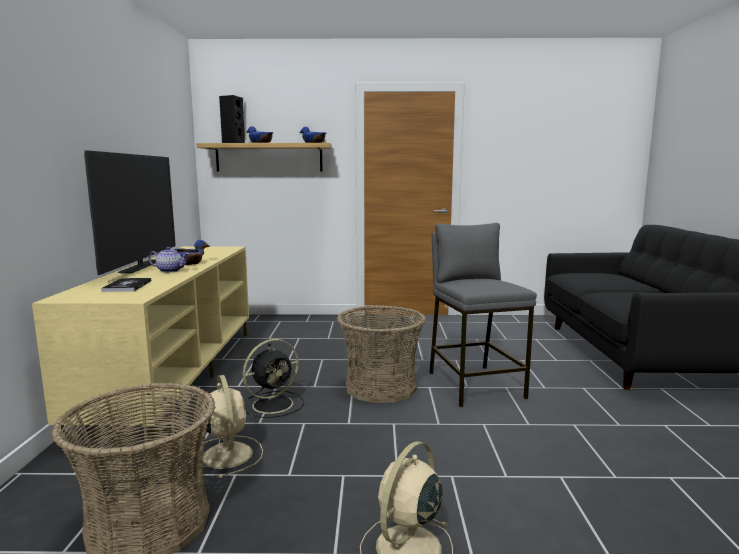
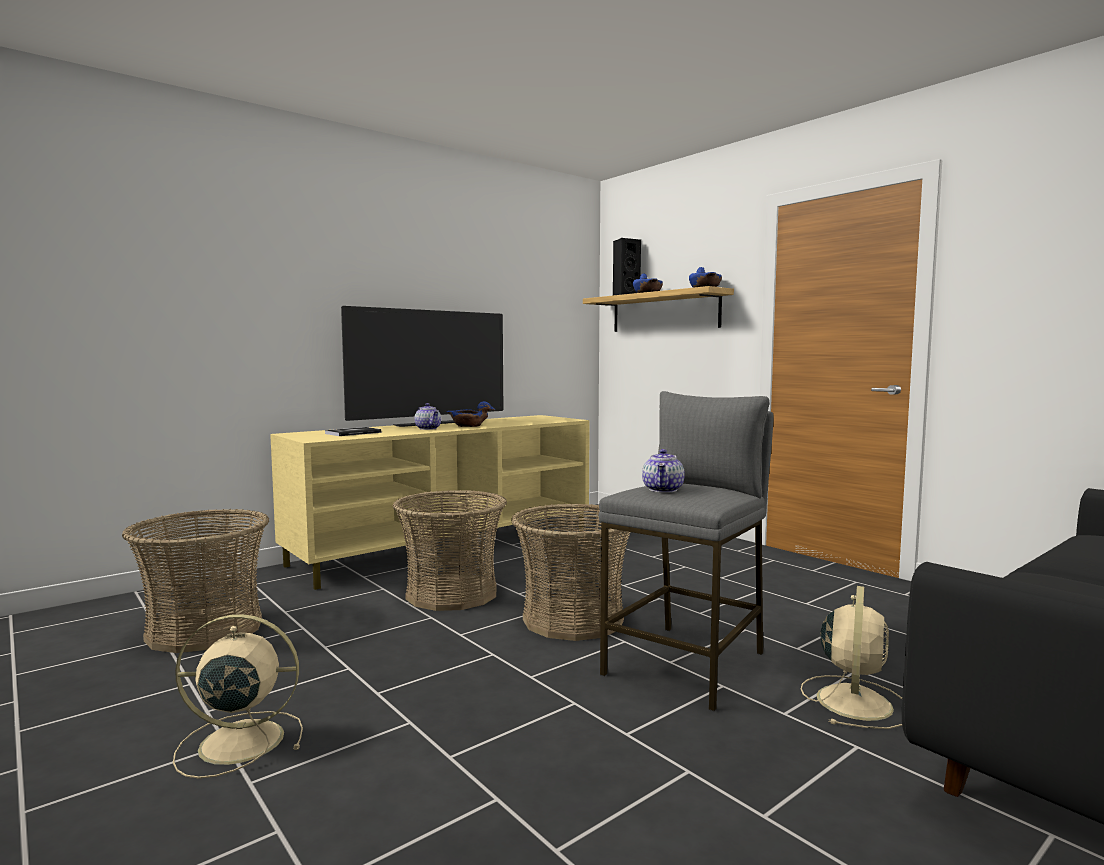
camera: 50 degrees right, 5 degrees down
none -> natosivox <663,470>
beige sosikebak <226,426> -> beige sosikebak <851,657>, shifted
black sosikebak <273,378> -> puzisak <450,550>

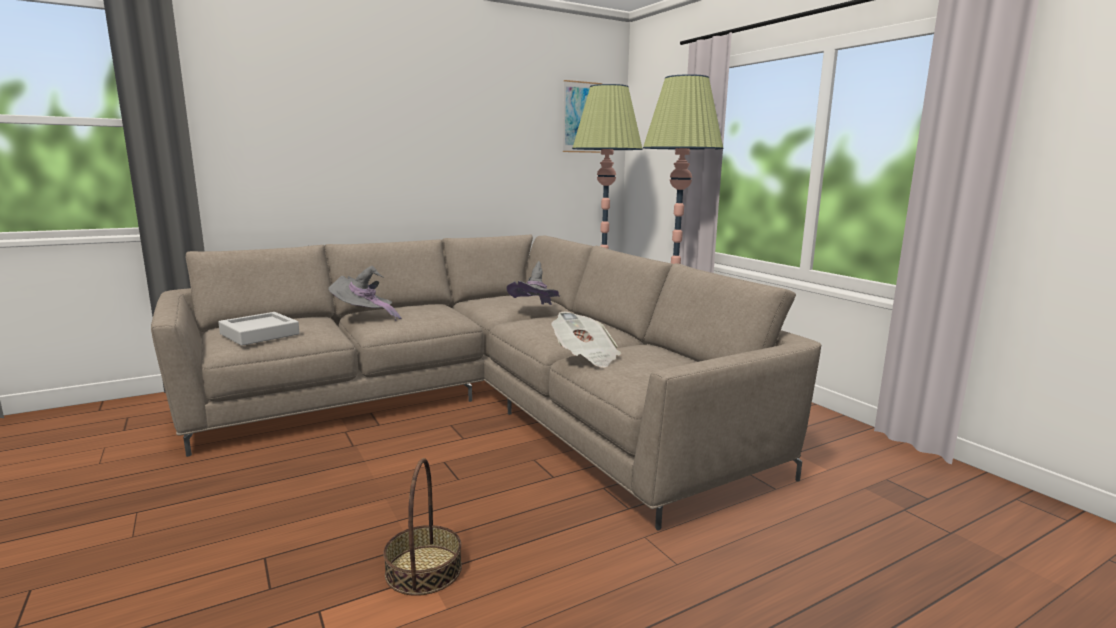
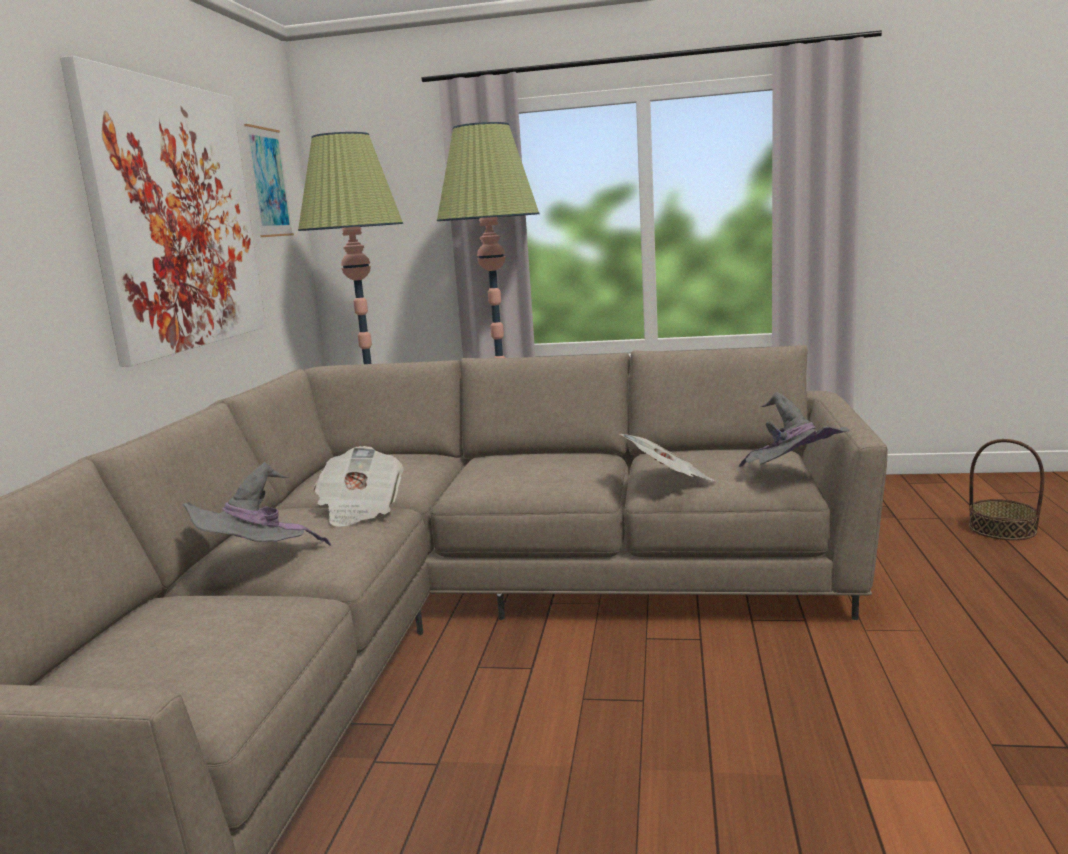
camera: 50 degrees left, 0 degrees up
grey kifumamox <258,329> -> none
none -> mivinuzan <163,211>
none -> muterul <359,486>
puzisak <422,527> -> puzisak <1007,489>, shifted
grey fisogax <533,283> -> grey fisogax <794,429>, shifted

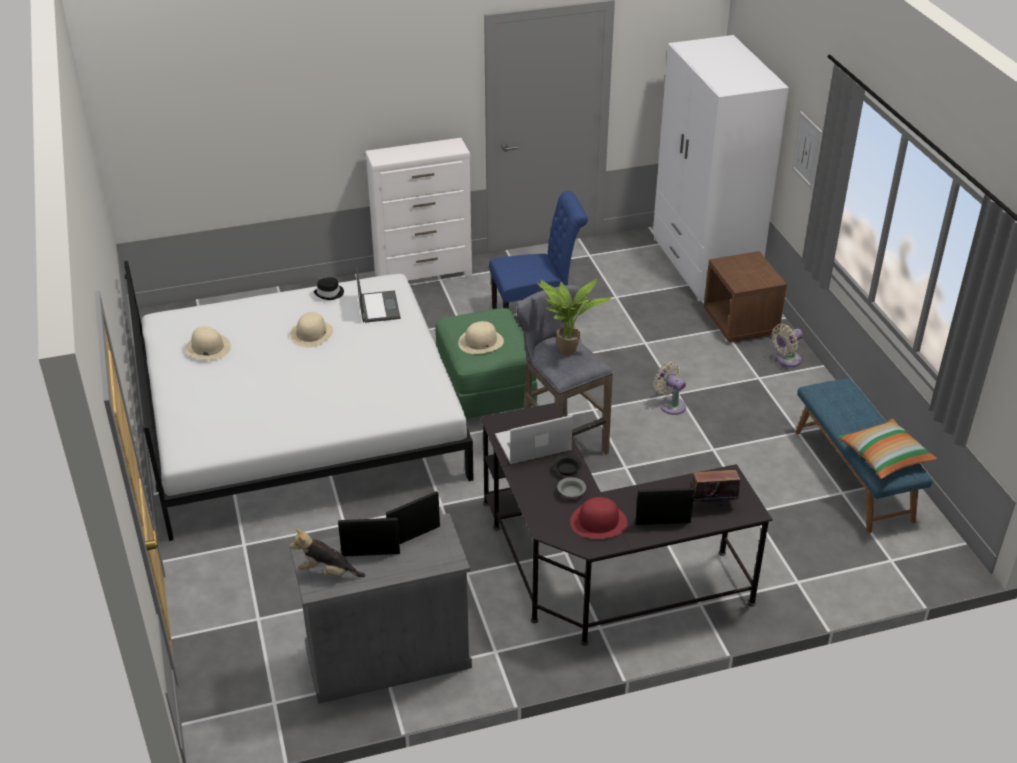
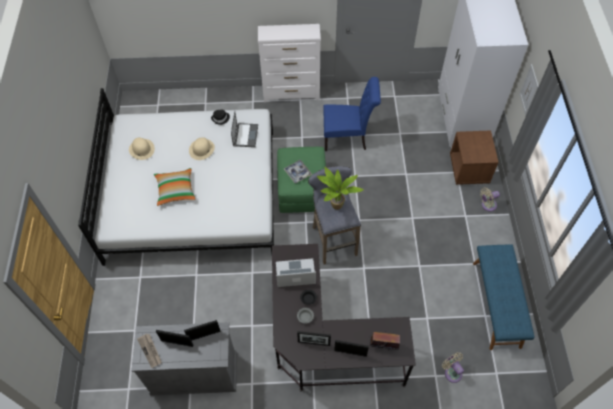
camera: 15 degrees right, 20 degrees up
beige sosikebak <669,388> -> beige sosikebak <453,367>, shifted
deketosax <887,448> -> deketosax <174,187>, shifted
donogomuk <327,552> -> muterul <149,351>
beige fisogax <481,337> -> kifumamox <298,171>
red fisogax <598,518> -> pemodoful <314,338>

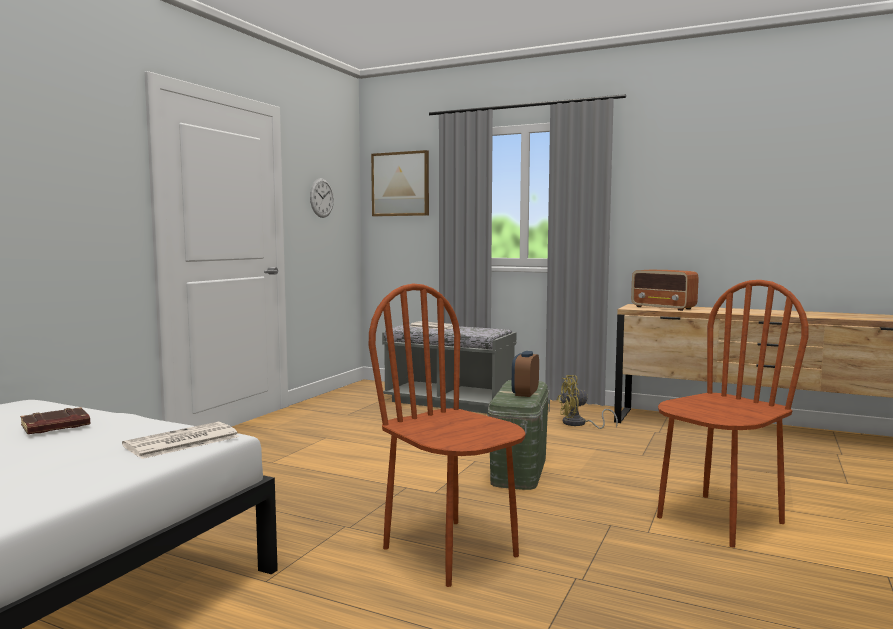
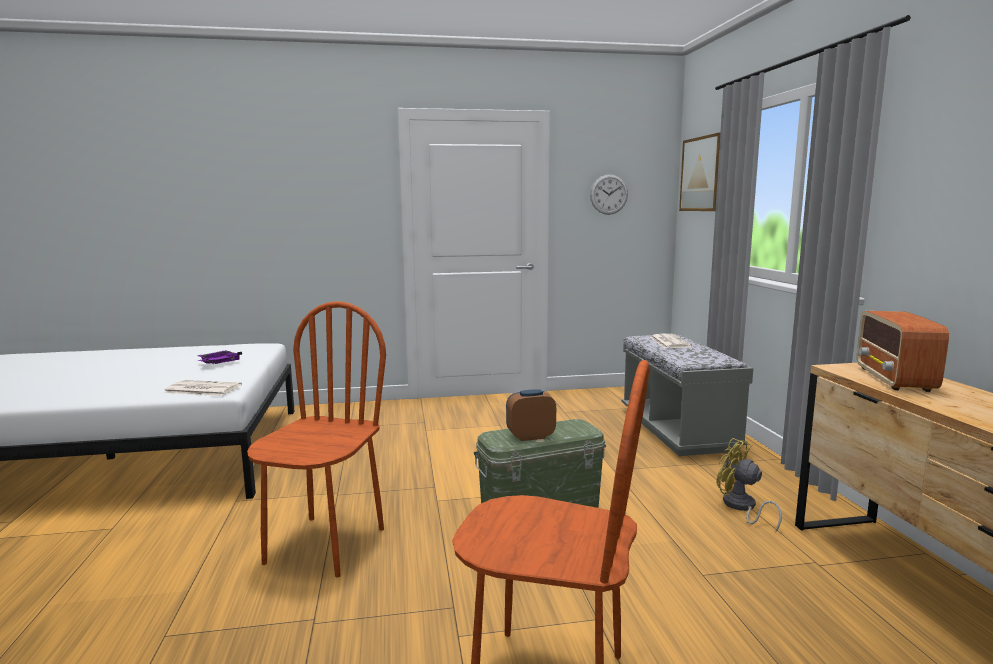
camera: 55 degrees right, 5 degrees up
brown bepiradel <55,420> -> purple kifumamox <219,357>

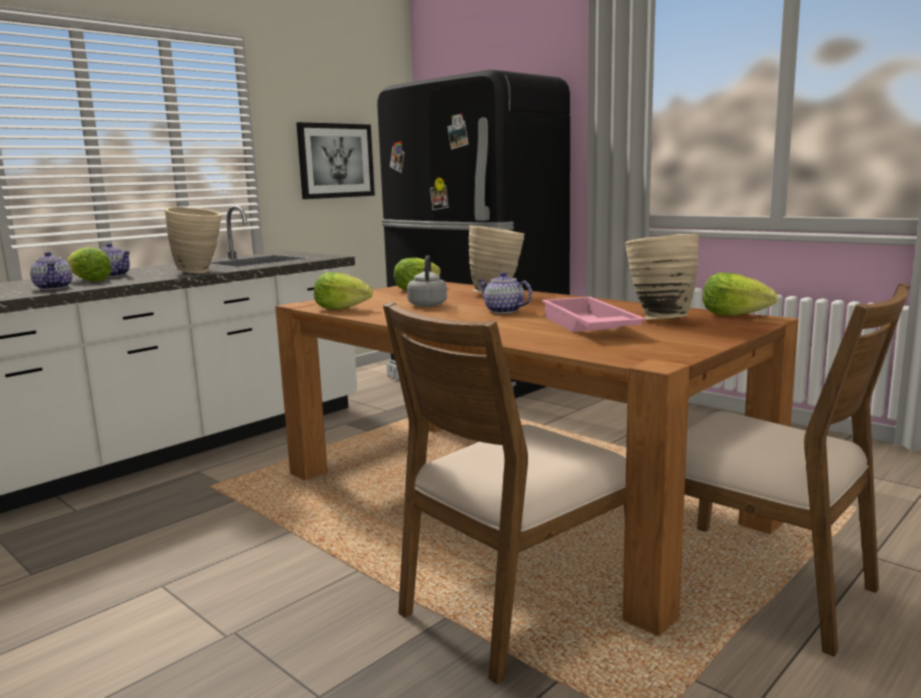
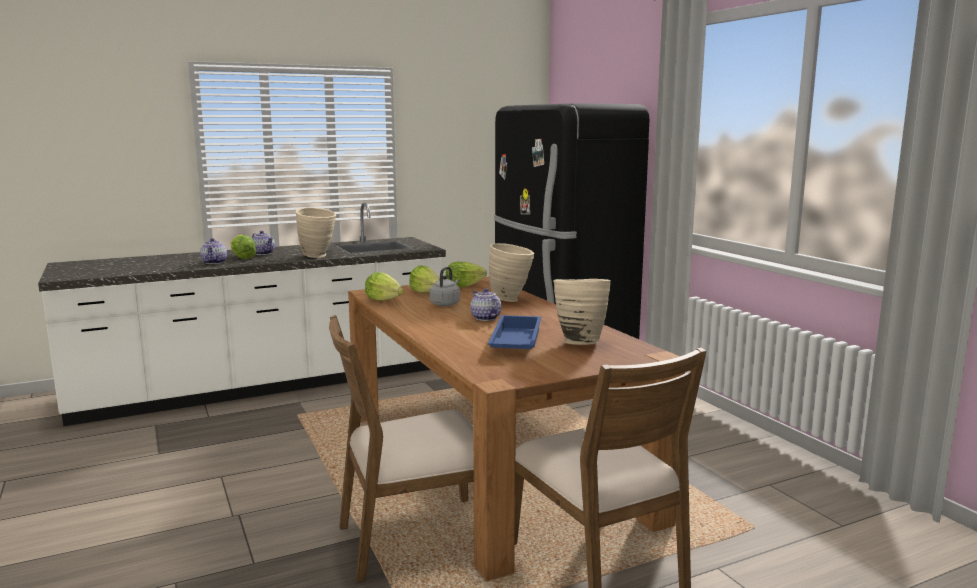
camera: 20 degrees right, 0 degrees up
mivinuzan <335,160> -> none
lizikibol <740,294> -> lizikibol <424,279>, shifted
pink kifumamox <594,314> -> blue kifumamox <514,332>

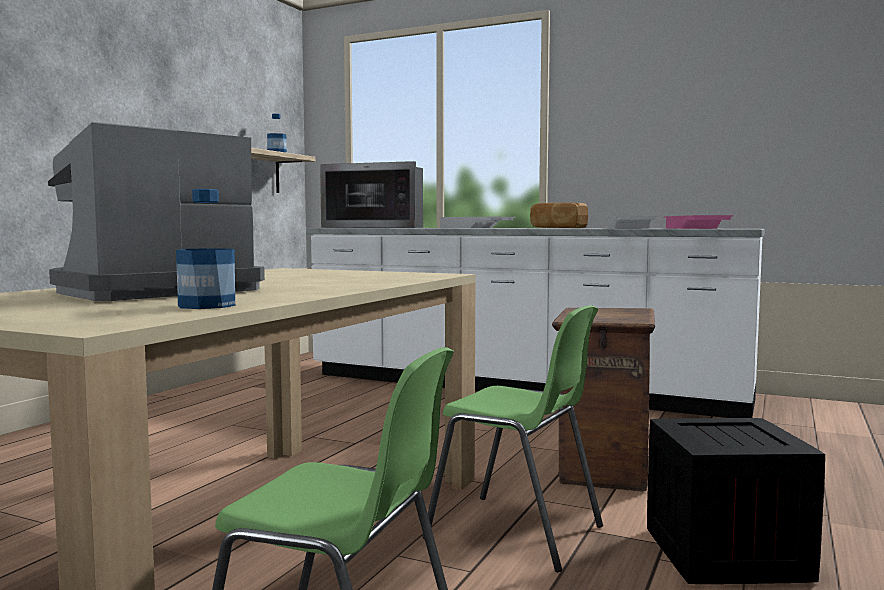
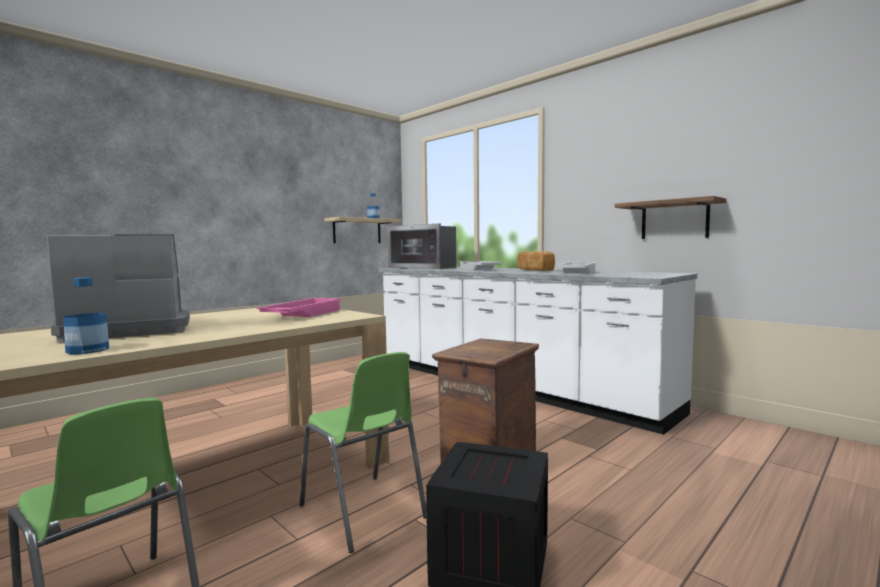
camera: 20 degrees right, 0 degrees up
none -> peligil <670,217>
pink kifumamox <699,222> -> pink kifumamox <299,307>, shifted

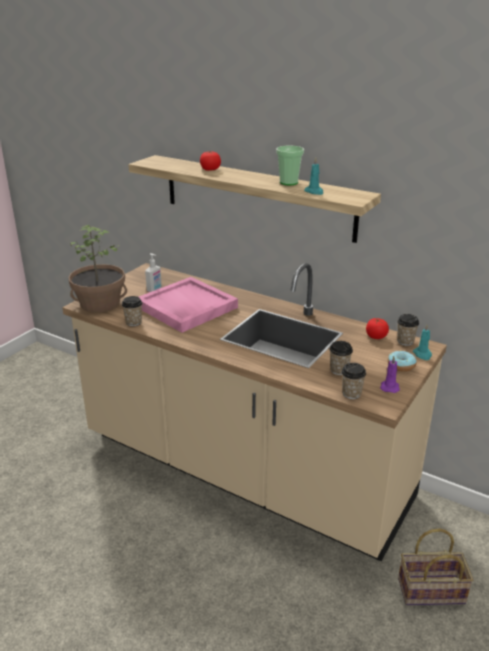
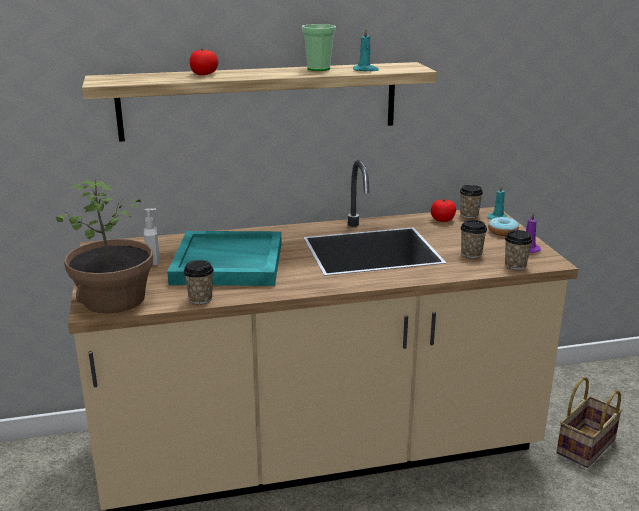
camera: 45 degrees left, 5 degrees down
pink kifumamox <188,305> -> turquoise kifumamox <224,258>

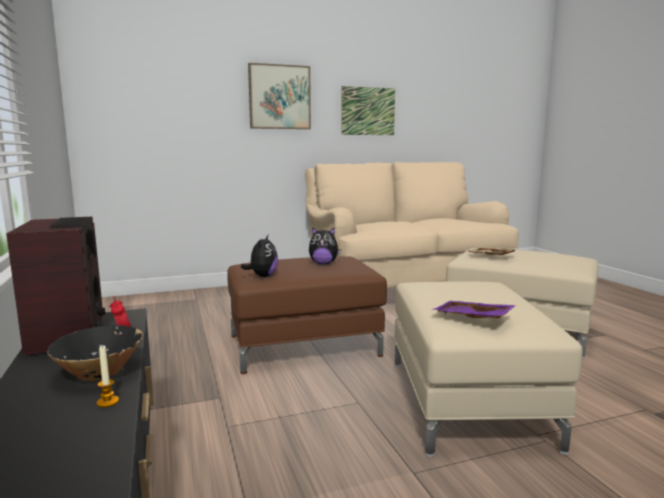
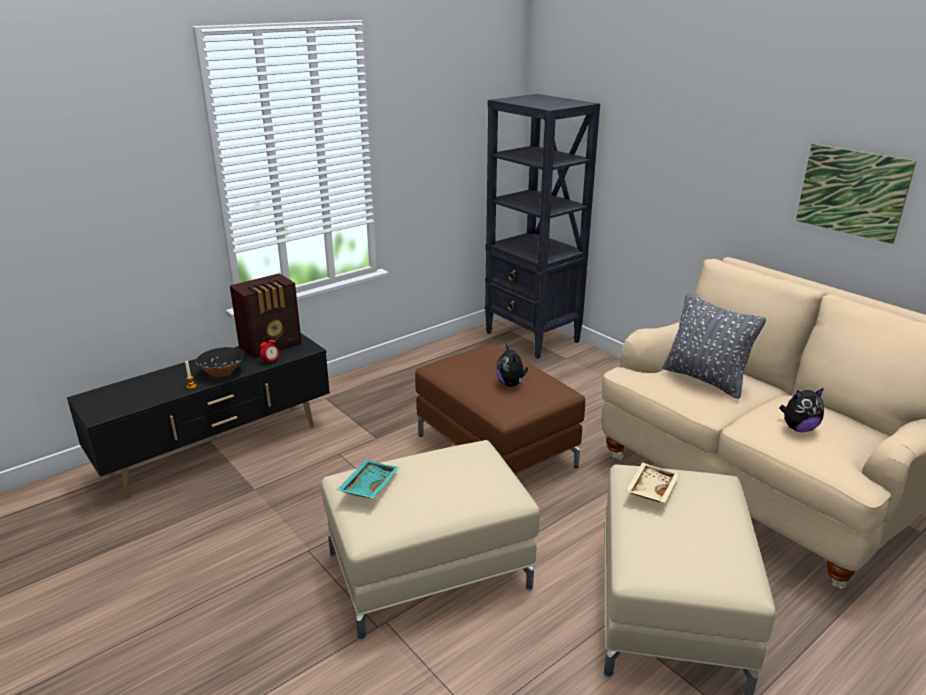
camera: 70 degrees right, 15 degrees up
mivinuzan <279,96> -> none
none -> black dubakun <542,226>
none -> grey deketosax <714,346>
donogomuk <259,256> -> donogomuk <801,410>, shifted
purple kifumamox <475,309> -> turquoise kifumamox <368,479>

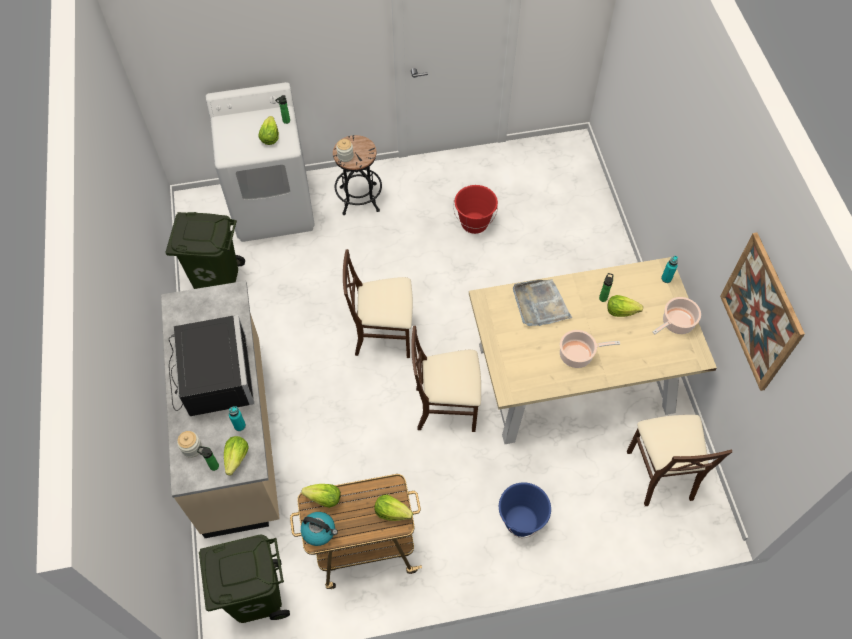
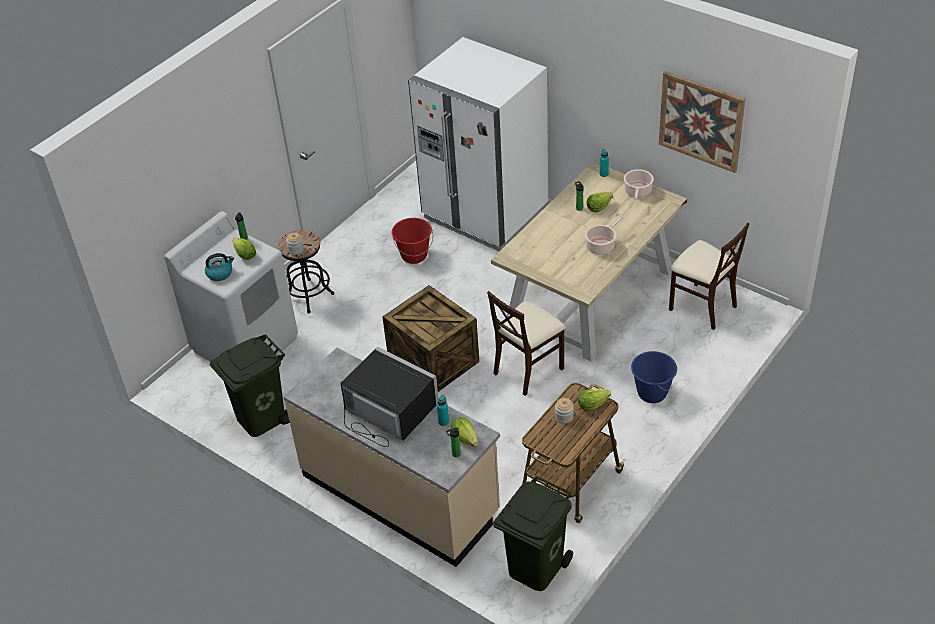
camera: 40 degrees left, 15 degrees down
lizikibol <321,496> -> none
grey kifumamox <542,302> -> none
none -> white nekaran <478,144>
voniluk <189,444> -> voniluk <564,411>, shifted
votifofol <319,529> -> votifofol <219,267>, shifted
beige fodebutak <378,303> -> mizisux <430,338>

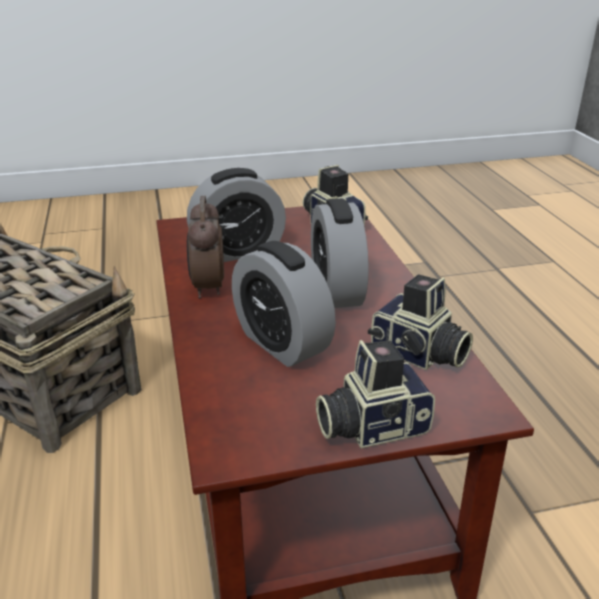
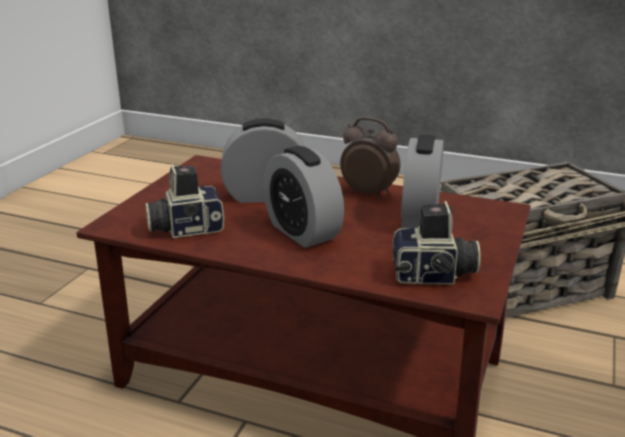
camera: 125 degrees right, 5 degrees down
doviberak <375,394> -> none
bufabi <340,253> -> bufabi <303,197>, 150 degrees counterclockwise

